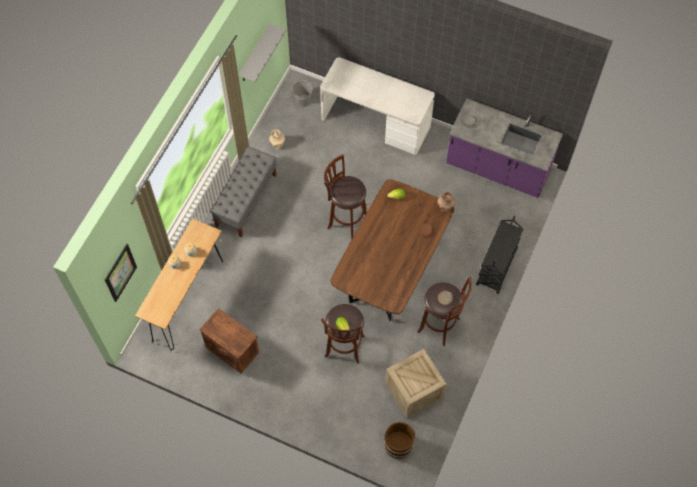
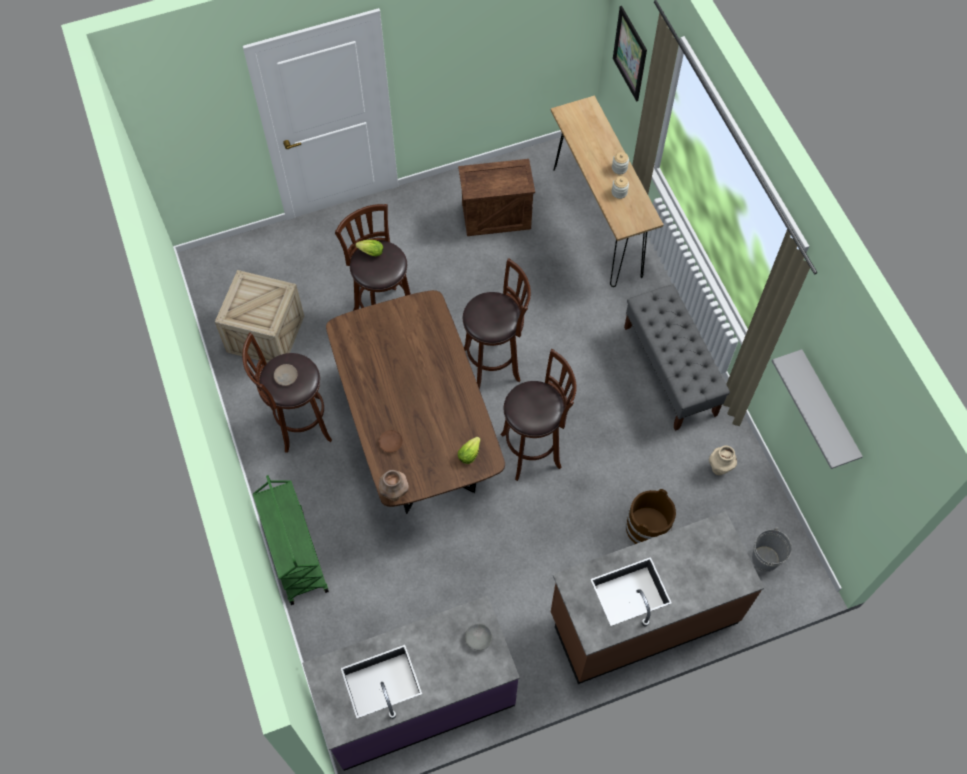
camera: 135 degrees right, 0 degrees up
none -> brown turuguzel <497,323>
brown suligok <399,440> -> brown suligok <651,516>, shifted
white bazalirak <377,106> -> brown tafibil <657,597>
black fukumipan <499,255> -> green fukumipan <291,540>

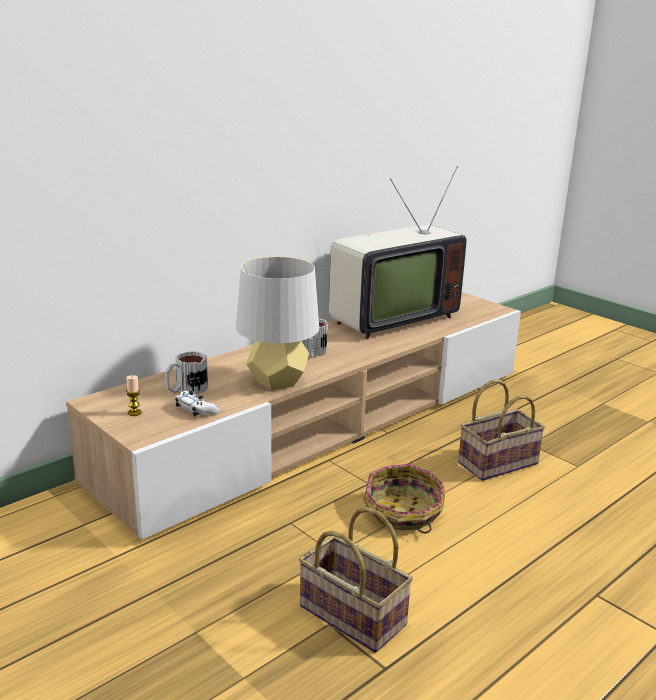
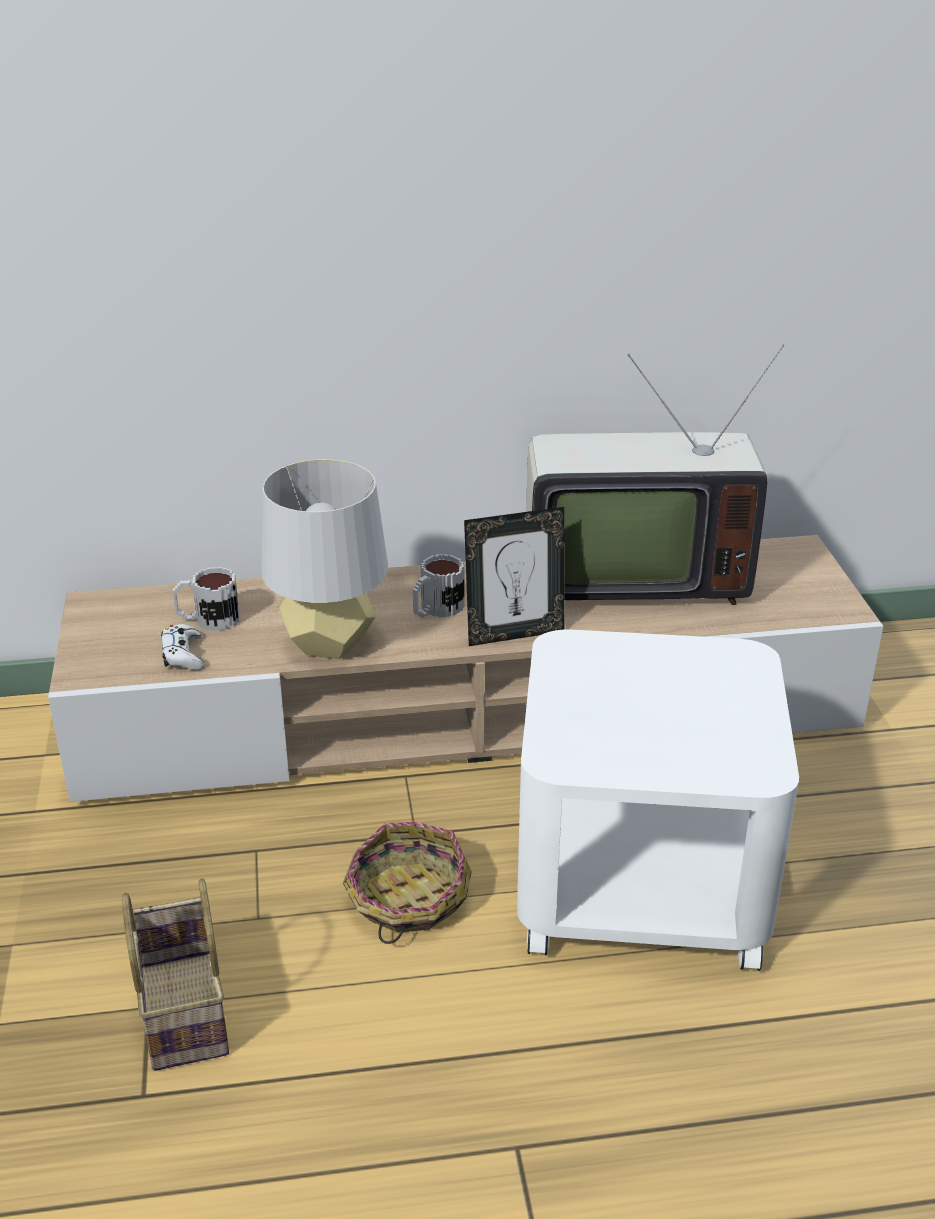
camera: 35 degrees right, 10 degrees up
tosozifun <134,395> -> none
none -> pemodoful <514,576>
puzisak <501,430> -> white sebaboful <658,800>

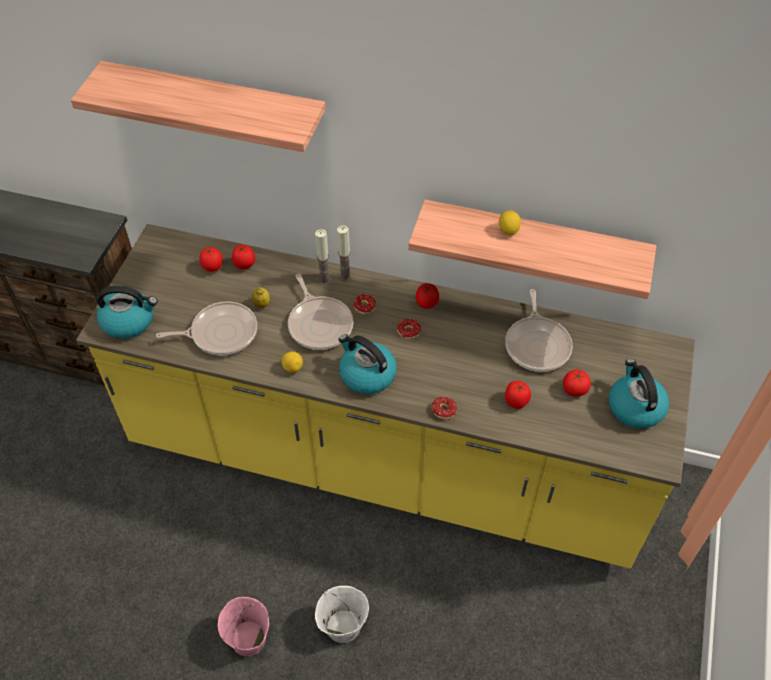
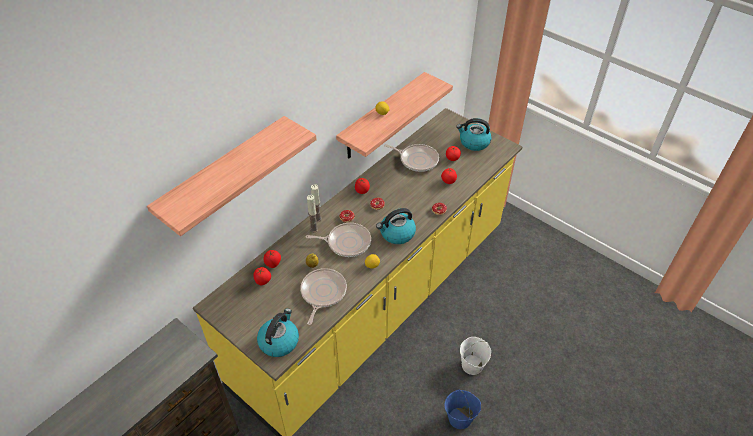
camera: 65 degrees left, 5 degrees down
pink suligok <243,626> -> blue suligok <462,409>

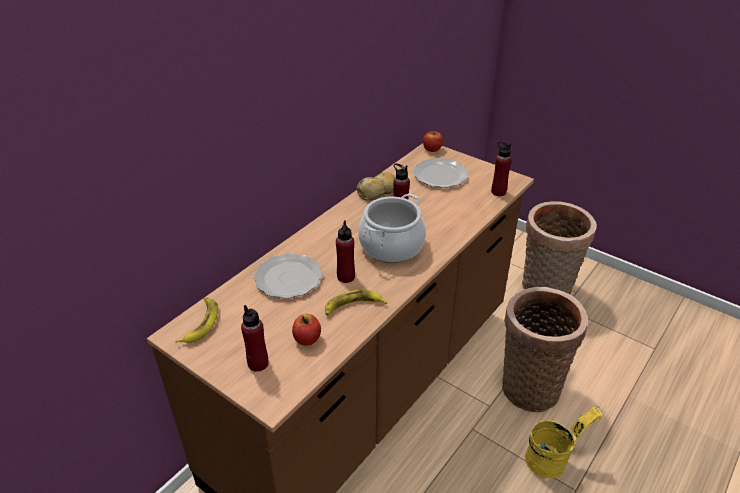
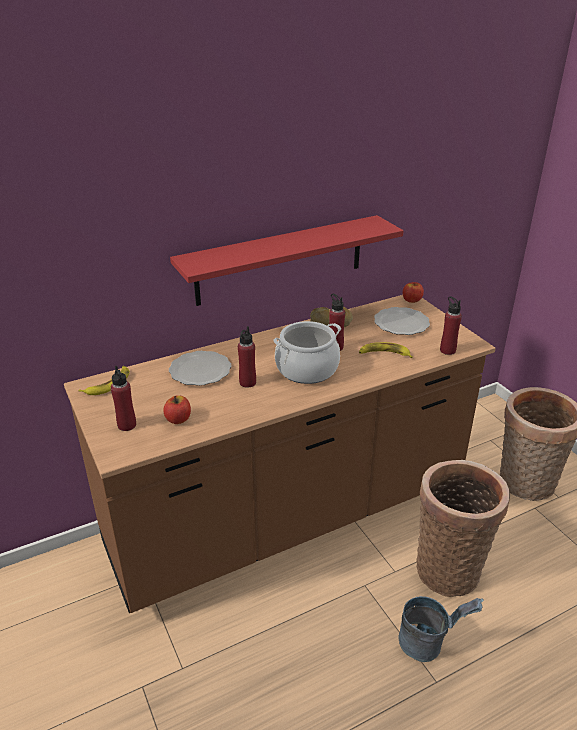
camera: 25 degrees right, 5 degrees down
none -> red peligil <287,260>
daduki <356,302> -> daduki <386,350>, shifted
yellow suligok <563,442> -> grey suligok <441,629>

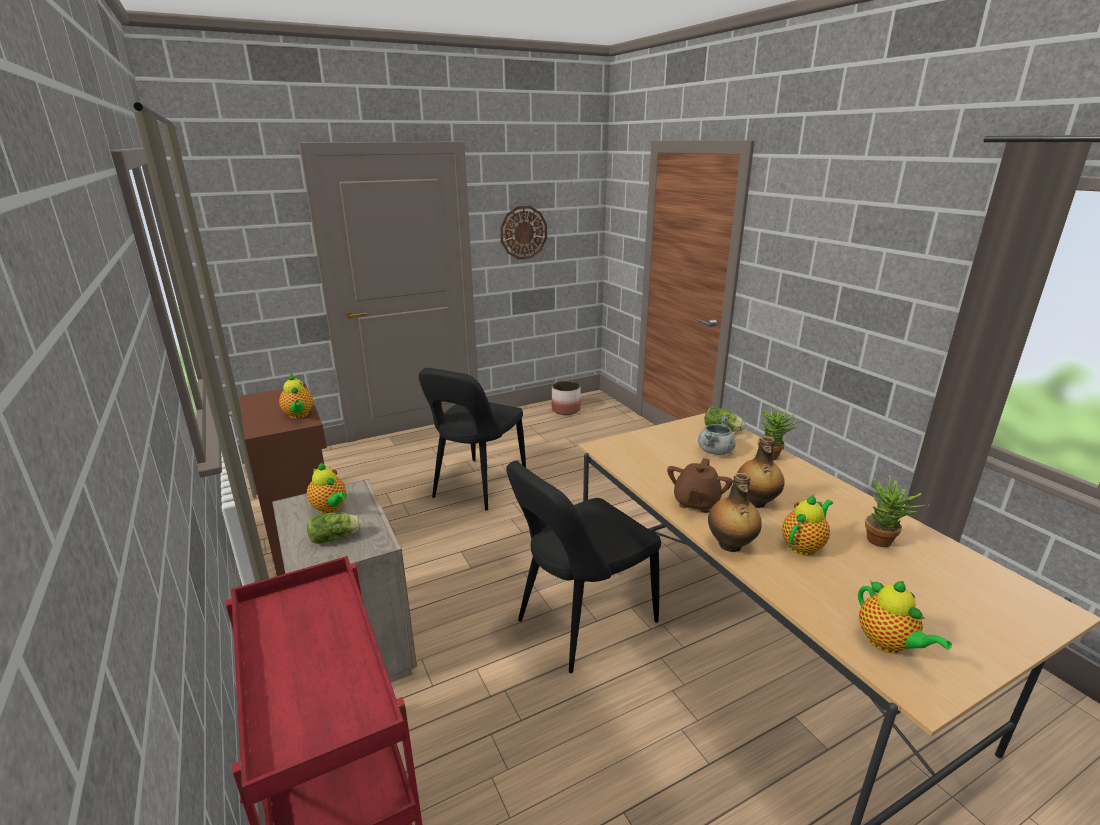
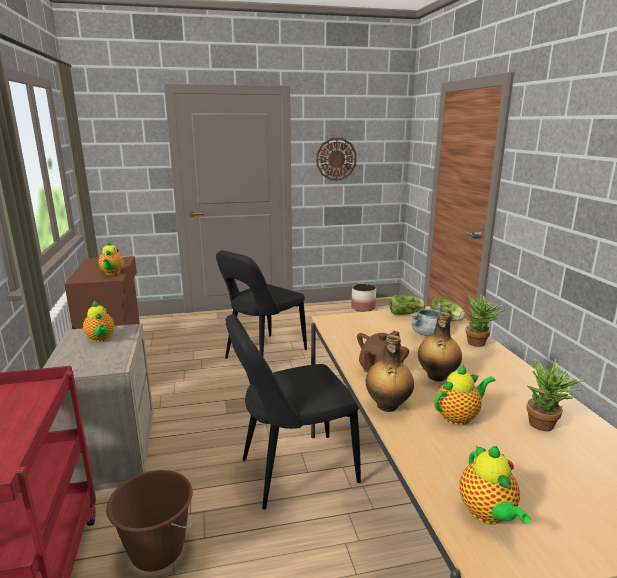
camera: 15 degrees right, 5 degrees down
none -> brown suligok <149,520>
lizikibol <334,528> -> lizikibol <408,305>, shifted

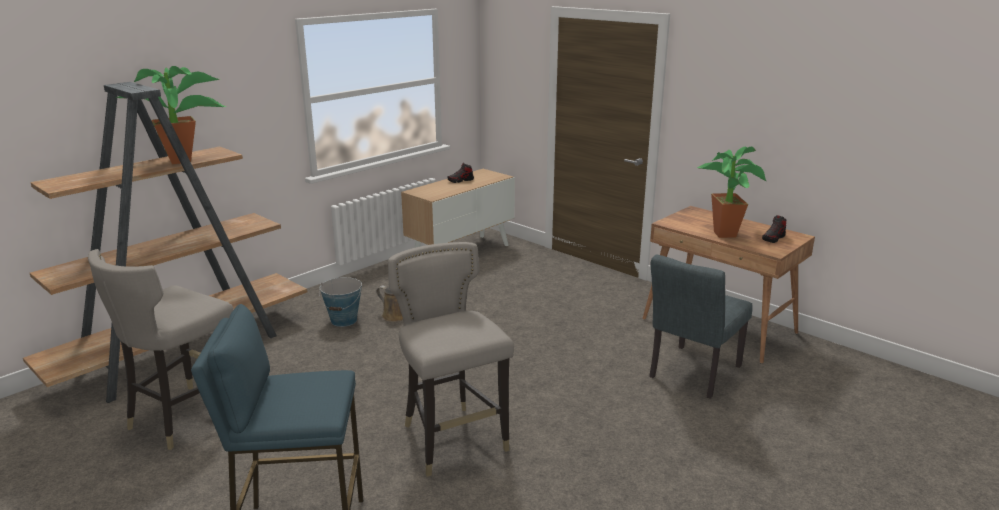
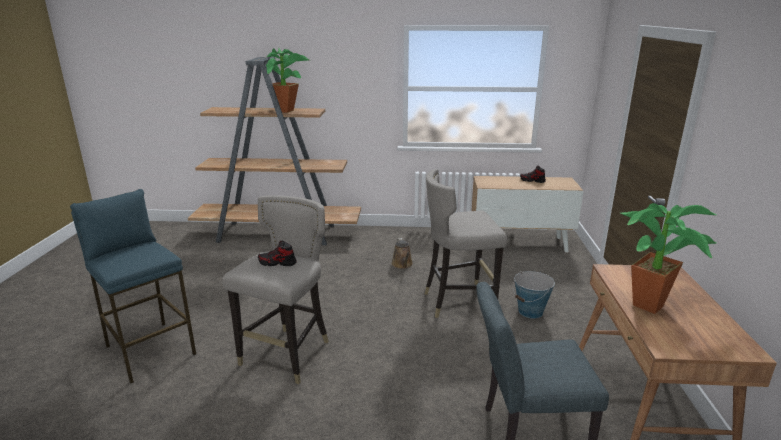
camera: 50 degrees right, 0 degrees up
grey turuguzel <161,349> -> grey turuguzel <466,243>, shifted
suligok <340,302> -> suligok <534,295>, shifted
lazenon <774,229> -> lazenon <277,253>, shifted

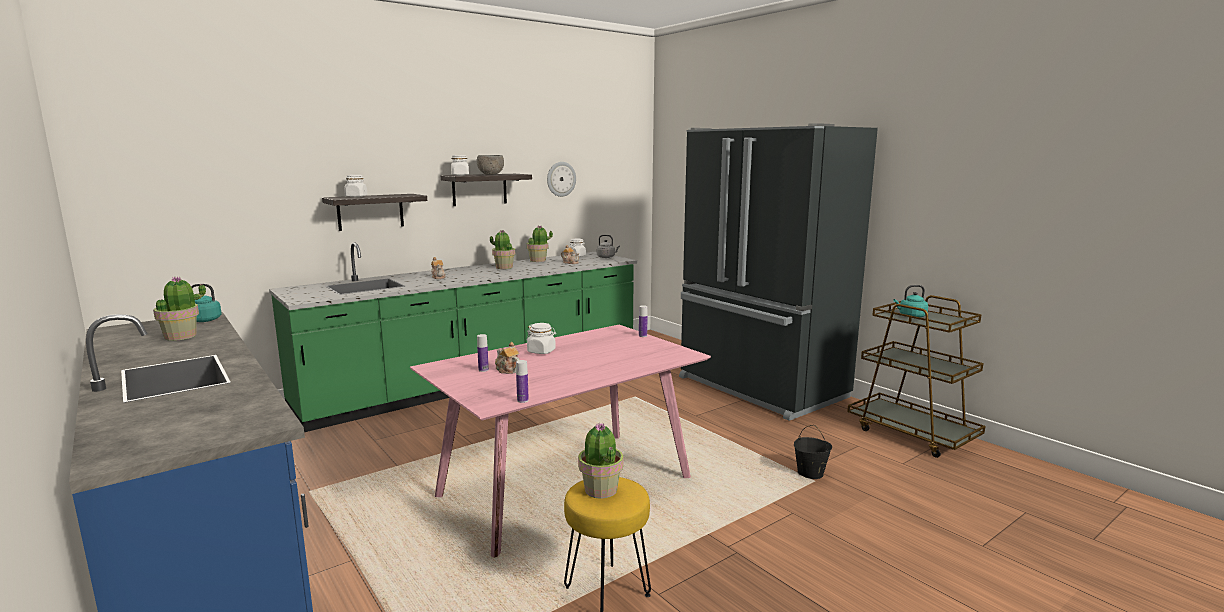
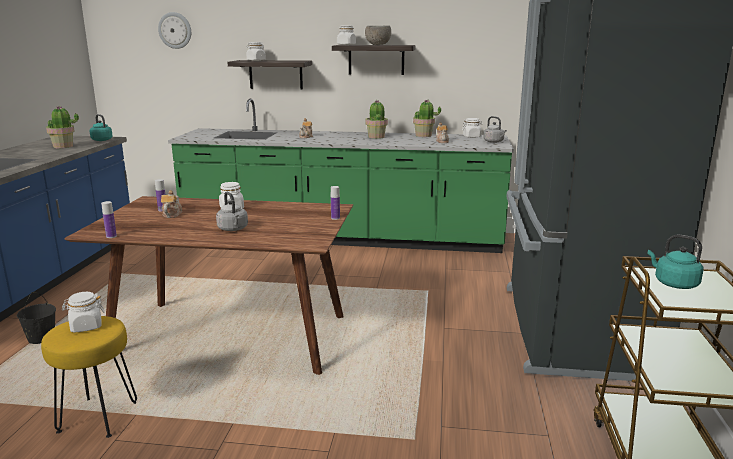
camera: 45 degrees right, 5 degrees up
none -> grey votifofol <232,211>
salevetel <561,179> -> salevetel <174,30>, shifted
black suligok <813,452> -> black suligok <36,318>, shifted
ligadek <601,461> -> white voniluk <83,312>
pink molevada <560,441> -> brown molevada <208,285>

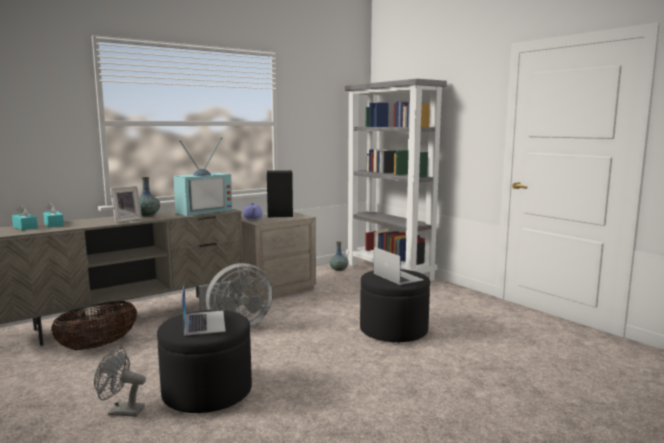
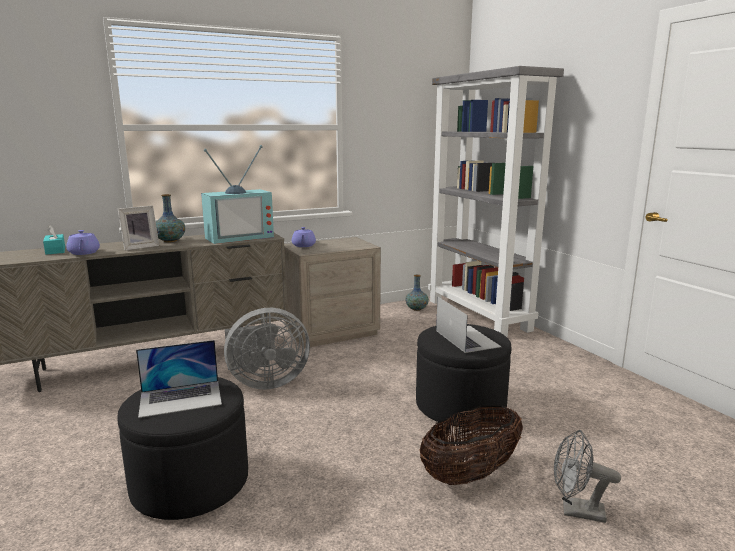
camera: 10 degrees right, 5 degrees up
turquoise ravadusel <25,217> -> none
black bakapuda <280,193> -> none
none -> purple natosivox <83,242>
puzisak <94,325> -> puzisak <471,445>, shifted
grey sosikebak <120,382> -> grey sosikebak <587,476>, shifted
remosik <204,309> -> remosik <179,379>, 75 degrees clockwise

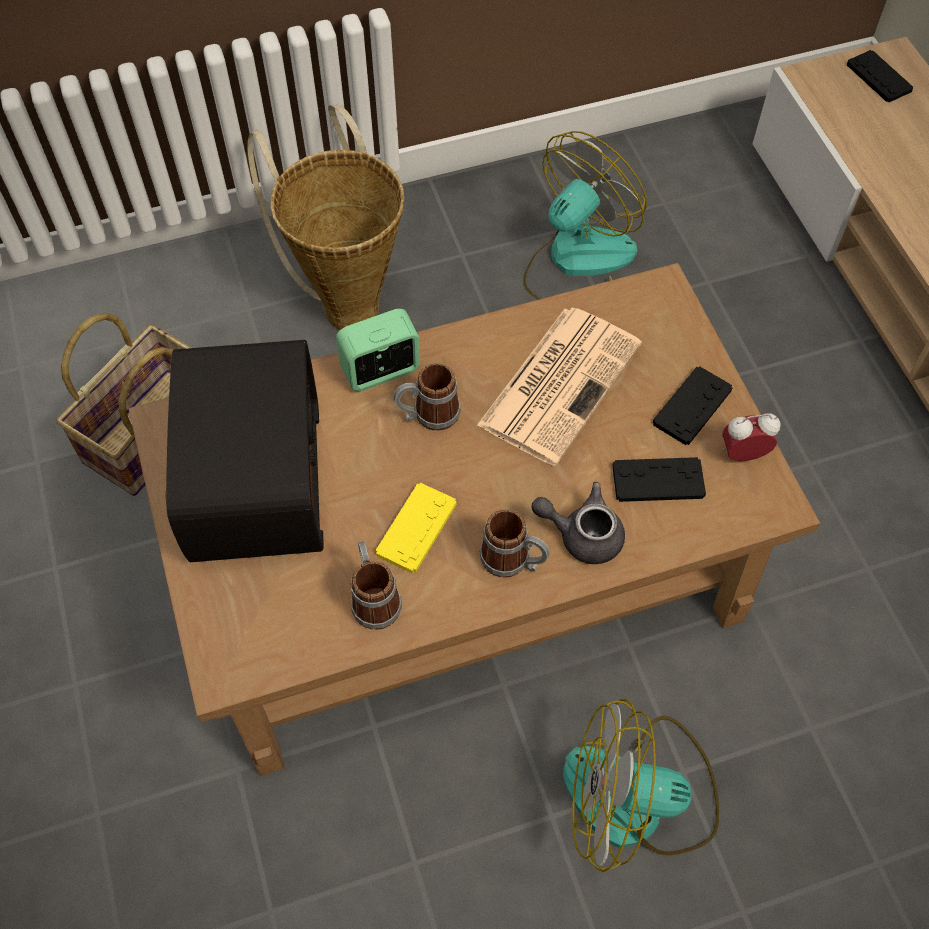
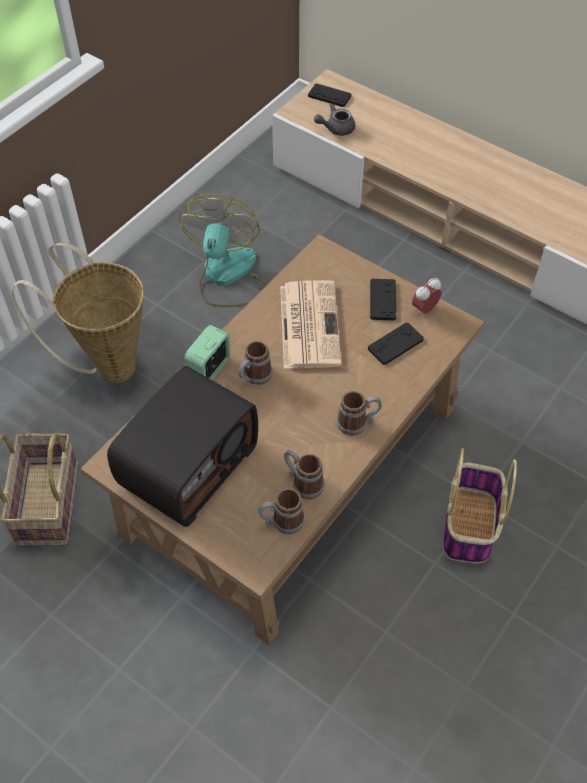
camera: 35 degrees left, 5 degrees down
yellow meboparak <416,528> -> none
none -> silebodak <281,511>
grey natosivox <578,523> -> grey natosivox <334,120>, shifted
sosikebak <641,785> -> puzisak <480,505>
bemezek <244,451> -> bemezek <182,446>, 75 degrees clockwise

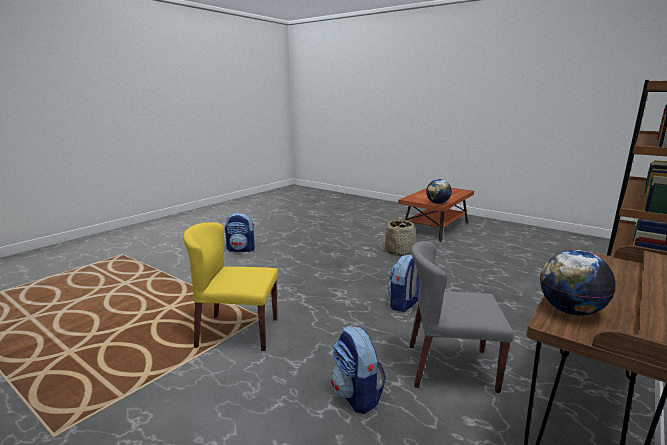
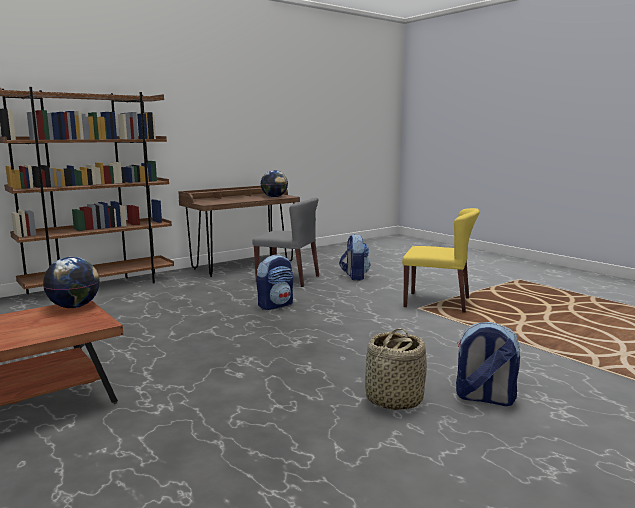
camera: 165 degrees left, 5 degrees down
puzisak <400,236> -> puzisak <396,369>, shifted

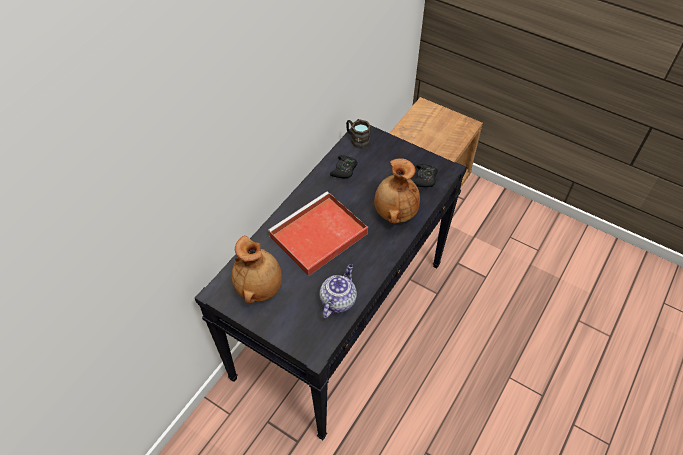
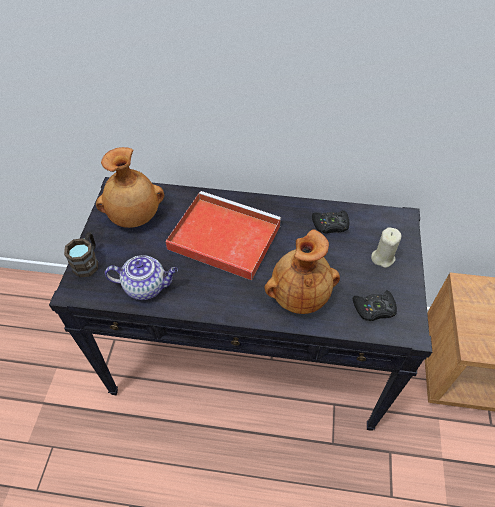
camera: 65 degrees right, 0 degrees up
none -> beige tosozifun <386,247>
brown silebodak <358,134> -> brown silebodak <81,255>, shifted

